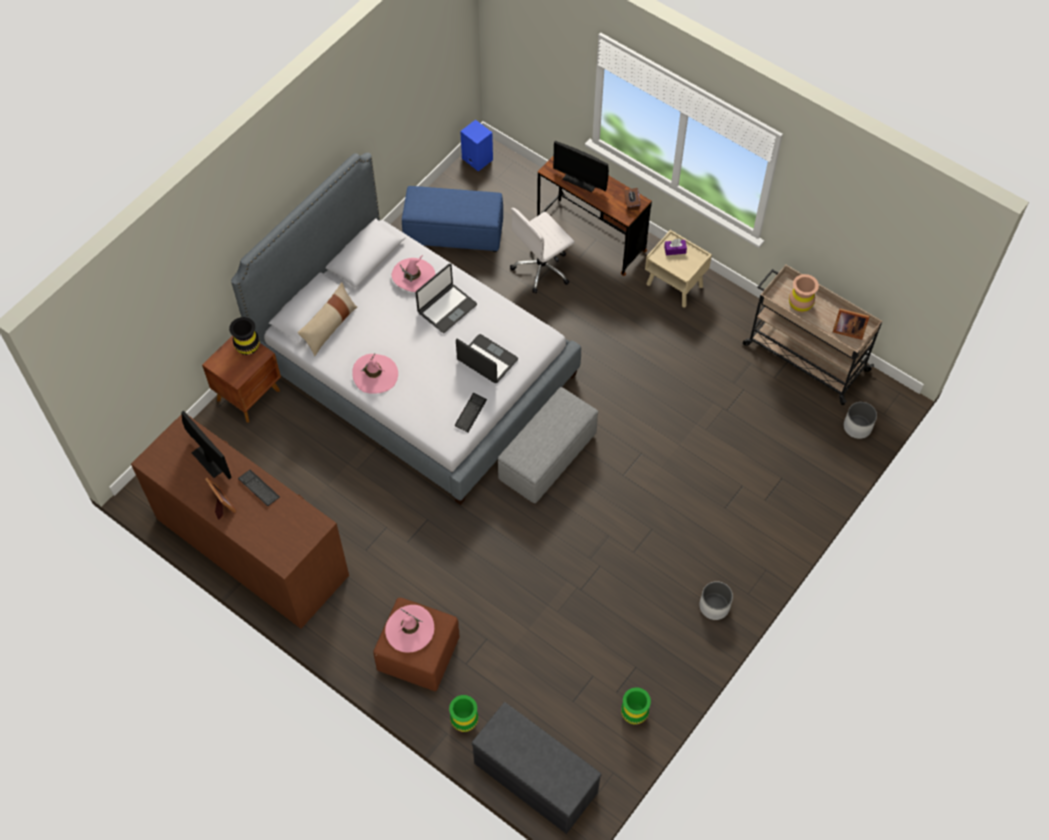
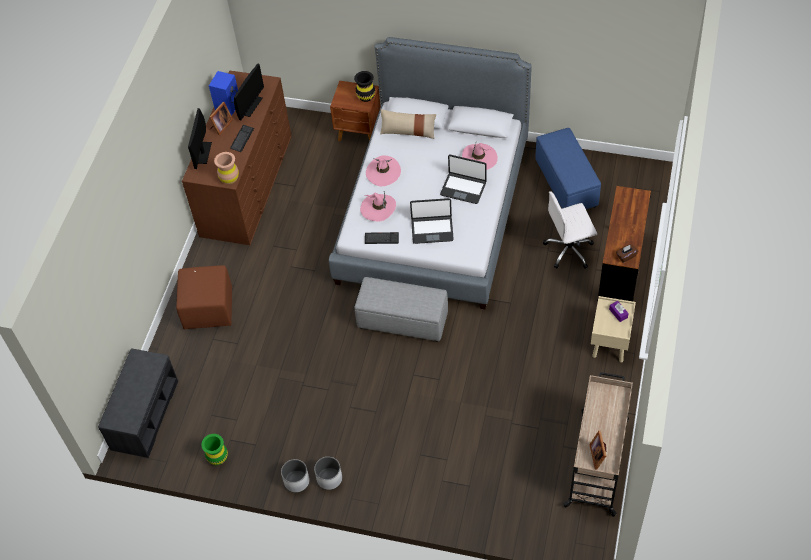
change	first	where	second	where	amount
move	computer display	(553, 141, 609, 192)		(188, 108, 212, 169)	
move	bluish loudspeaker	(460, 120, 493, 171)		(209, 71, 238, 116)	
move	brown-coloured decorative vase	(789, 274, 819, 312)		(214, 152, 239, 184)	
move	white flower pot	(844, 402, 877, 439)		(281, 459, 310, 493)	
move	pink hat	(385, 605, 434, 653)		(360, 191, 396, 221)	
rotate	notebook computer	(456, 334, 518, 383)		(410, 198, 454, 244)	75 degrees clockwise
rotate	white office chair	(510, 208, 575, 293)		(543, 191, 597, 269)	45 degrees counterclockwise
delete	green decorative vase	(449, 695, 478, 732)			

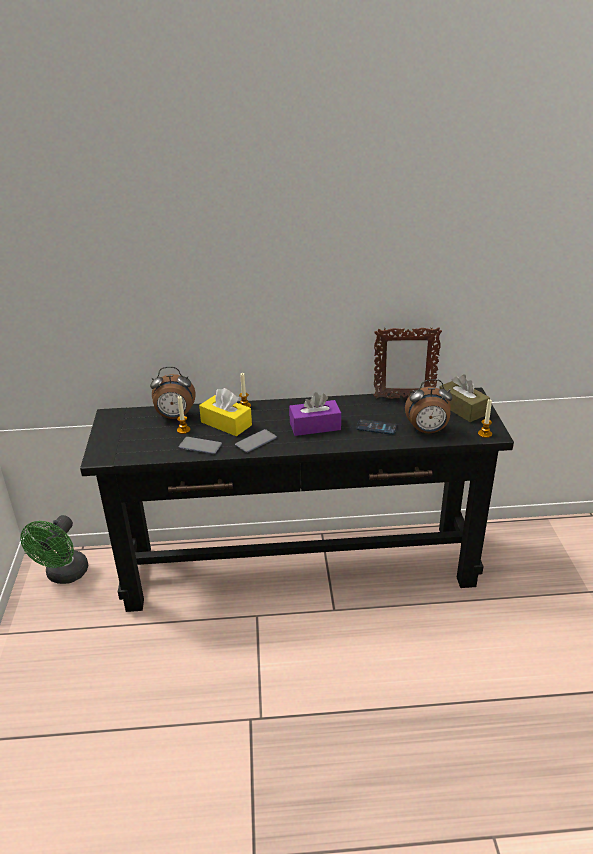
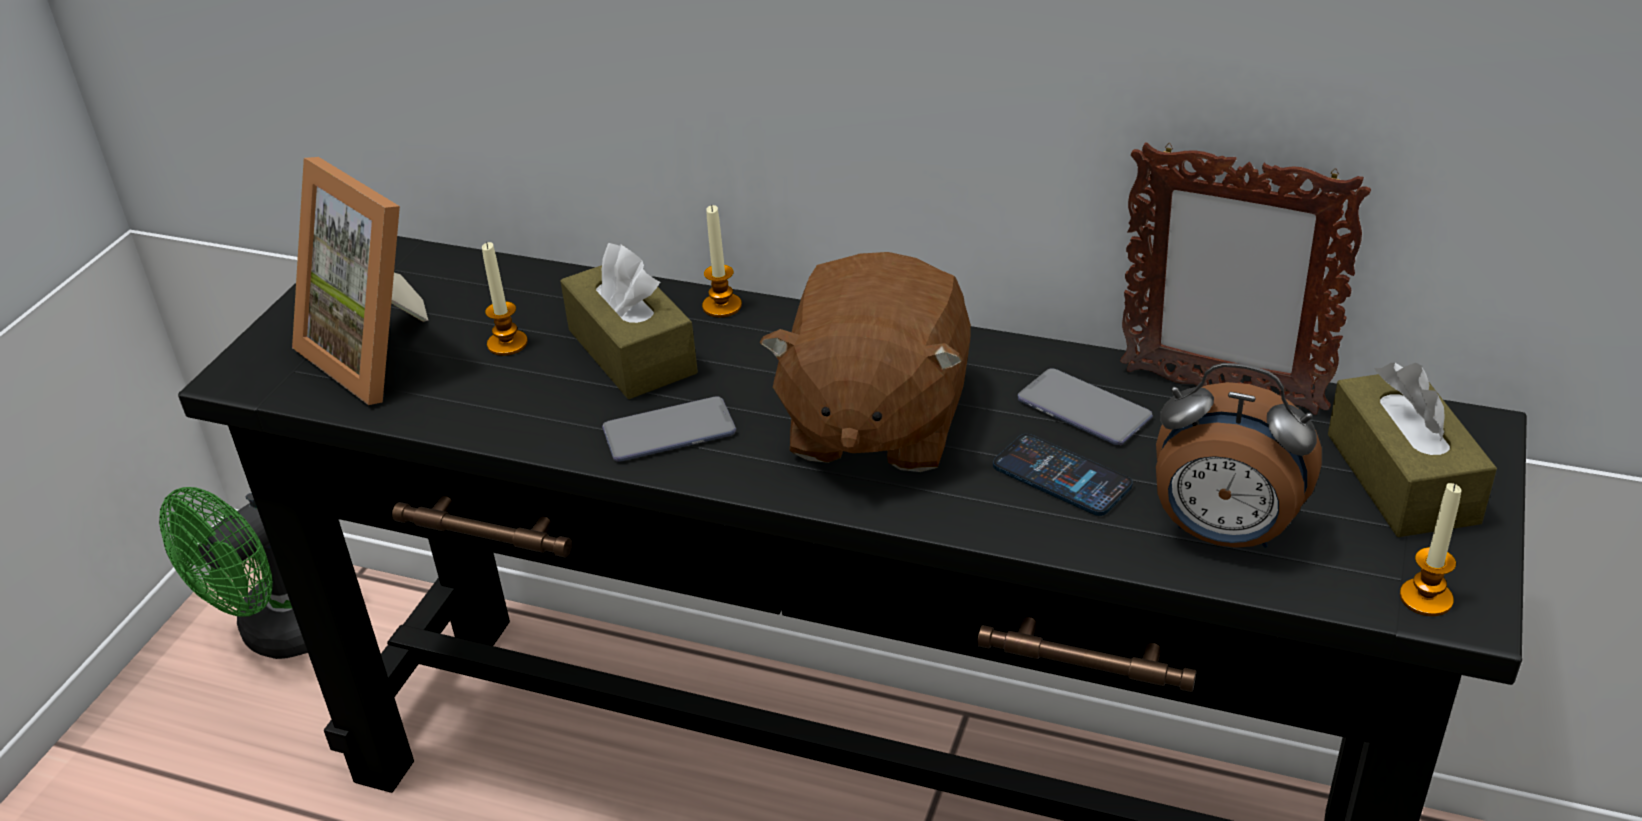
change	first	where	second	where	amount
insert			picture frame	(292, 157, 428, 405)	
recolor	yellow-coloured box of tissues	(199, 388, 252, 436)	brown-coloured box of tissues	(560, 243, 698, 399)	
replace	purple-coloured box of tissues	(289, 392, 341, 436)	brown-coloured plush toy	(759, 252, 971, 472)	
move	phone	(178, 437, 222, 454)		(1018, 368, 1153, 445)	
delete	table clock	(150, 367, 196, 419)			

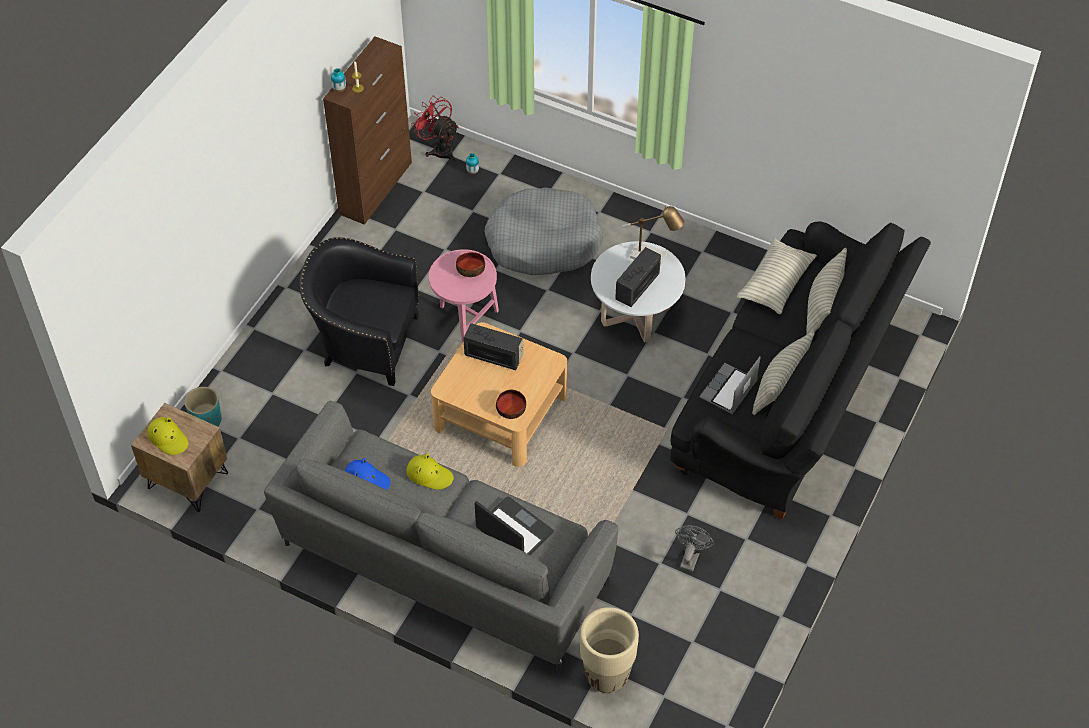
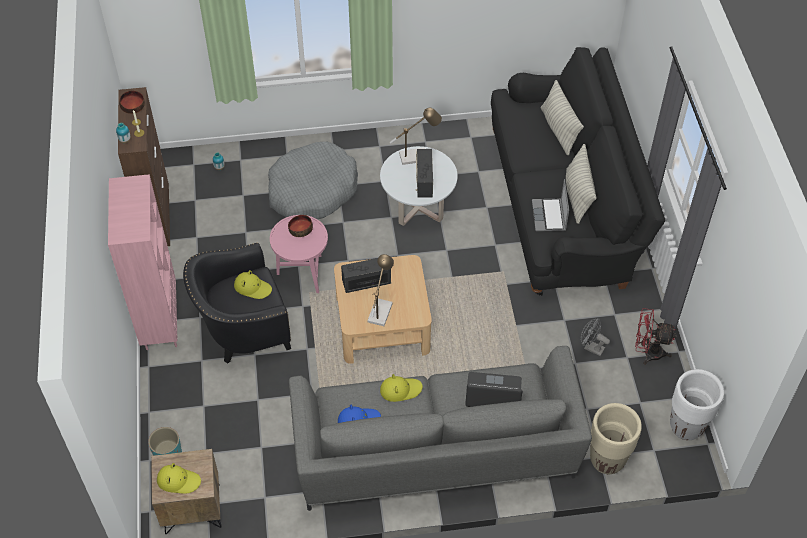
change	first	where	second	where	amount
insert			pink bookshelf	(108, 174, 177, 350)	
move	deep dish	(496, 390, 526, 419)		(119, 91, 145, 114)	
insert			yellow-coloured hat	(234, 270, 272, 299)	
insert			tabletop lamp	(368, 254, 394, 326)	
rotate	grey electric fan	(675, 525, 714, 572)		(581, 318, 610, 356)	45 degrees counterclockwise
move	red electric fan	(411, 96, 459, 162)		(635, 308, 677, 365)	
insert			white flower pot	(670, 369, 724, 440)	
delete	pillow	(736, 238, 817, 314)			

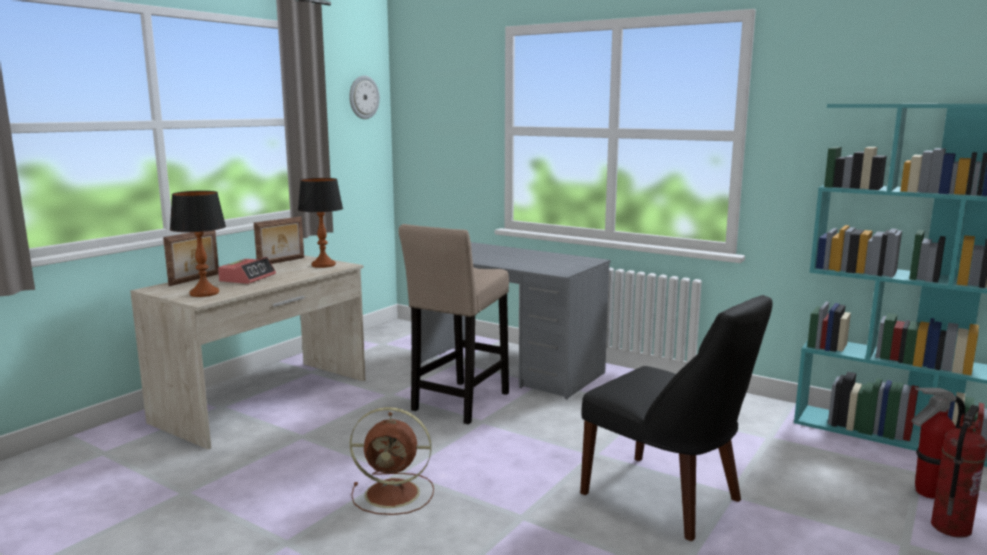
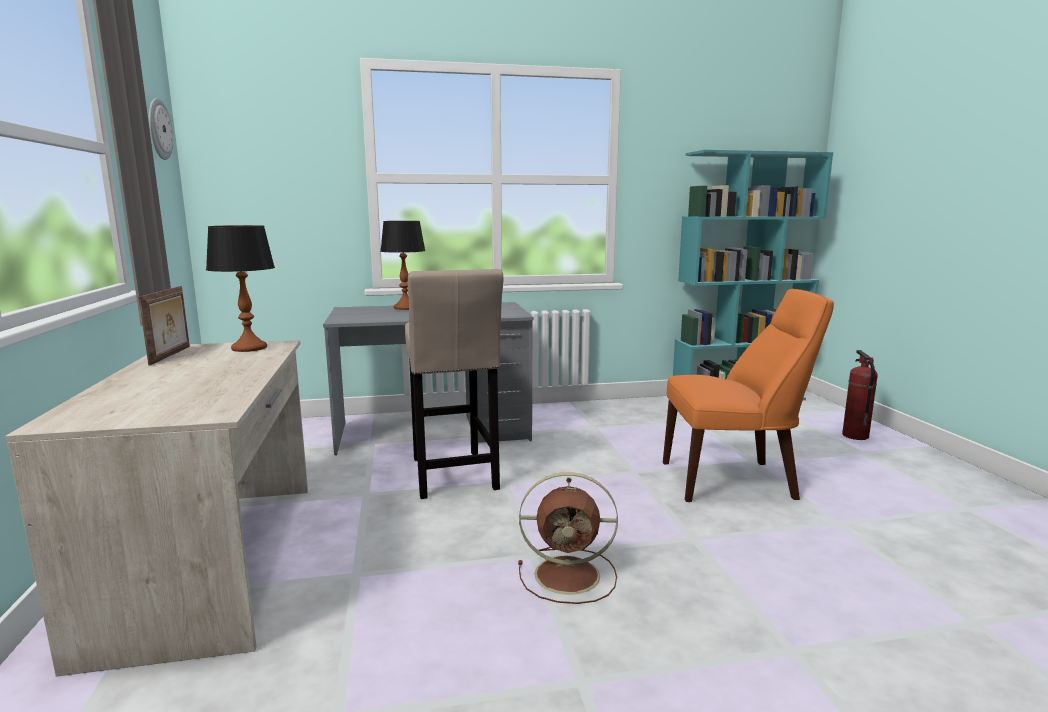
change	first	where	second	where	amount
move	tabletop lamp	(170, 191, 226, 297)		(380, 221, 425, 310)	
rotate	brown-coloured electric fan	(350, 407, 434, 515)		(518, 472, 618, 604)	45 degrees clockwise
recolor	black plain chair	(580, 295, 772, 541)	orange plain chair	(663, 289, 834, 502)	
delete	picture frame	(163, 230, 219, 286)			
delete	table clock	(218, 257, 276, 284)			
delete	extinguisher	(911, 387, 965, 499)			

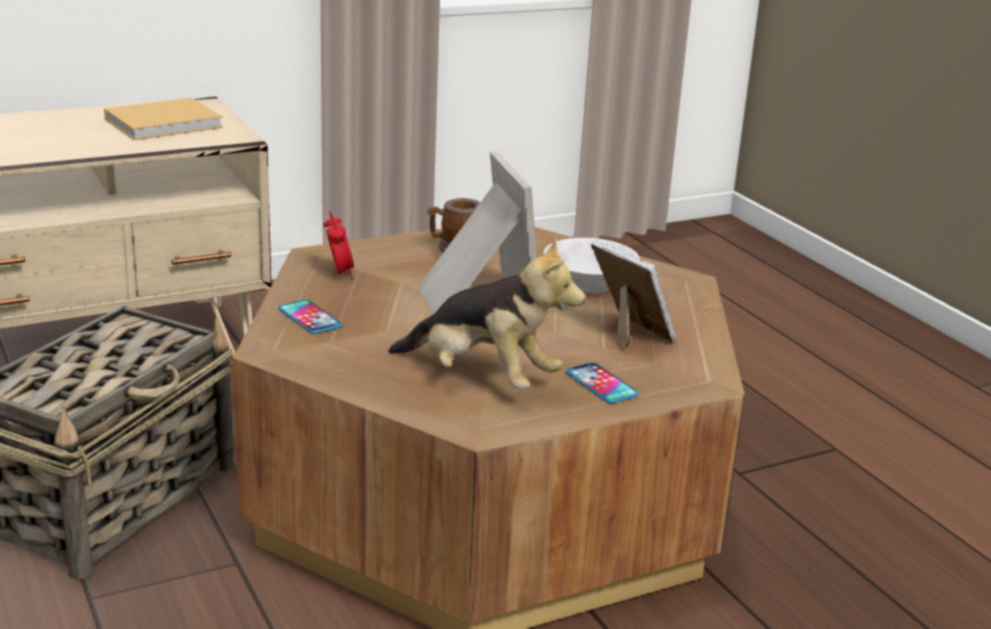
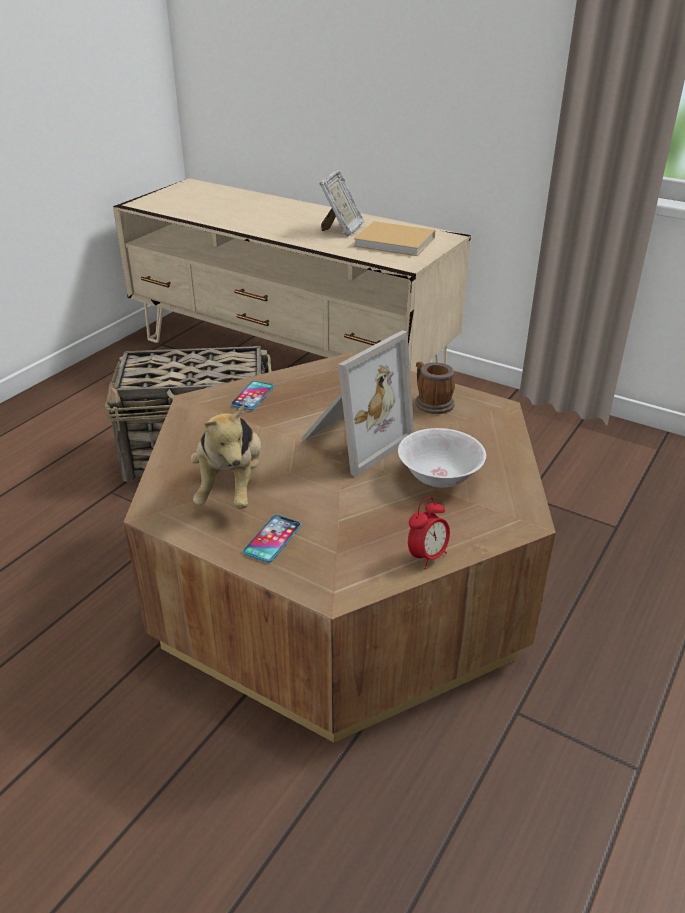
change	first	where	second	where	amount
move	picture frame	(591, 240, 676, 351)		(319, 170, 364, 236)	
move	table clock	(323, 211, 354, 279)		(408, 497, 450, 569)	

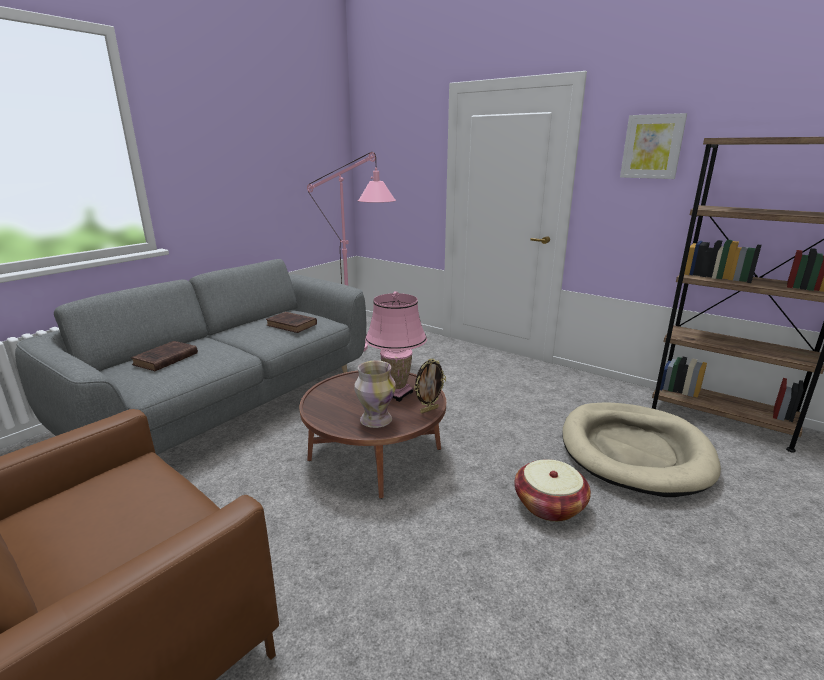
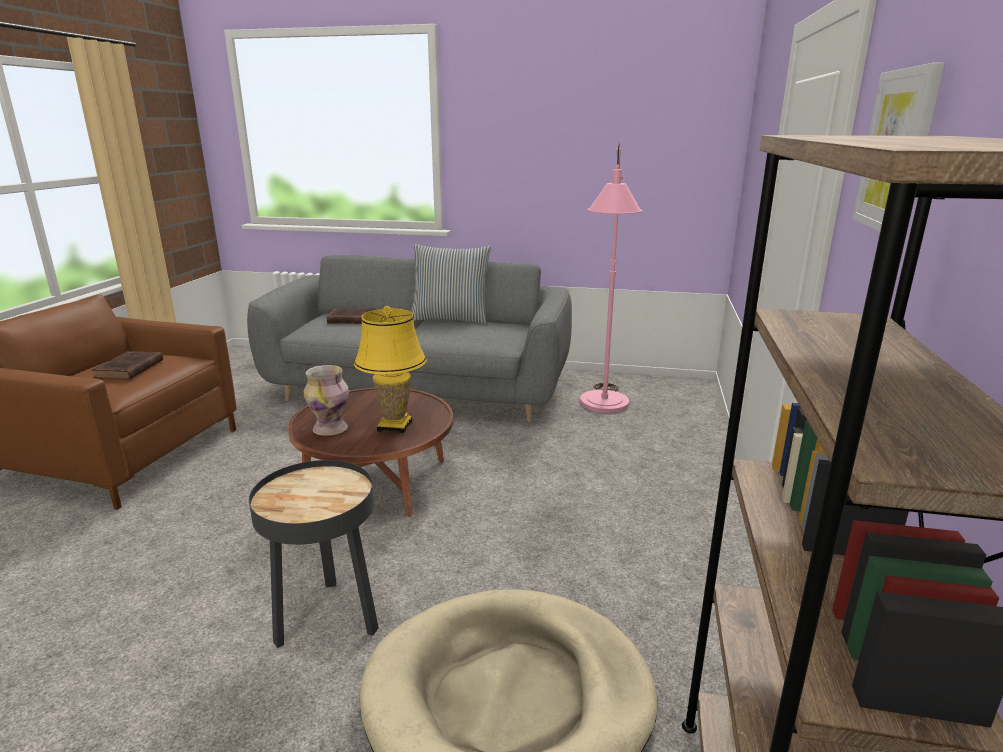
change	first	where	second	where	amount
move	brown-coloured volume	(266, 312, 317, 333)		(92, 351, 163, 380)	
replace	basket	(514, 459, 591, 522)	black side table	(249, 460, 379, 648)	
recolor	pink tabletop lamp	(365, 291, 427, 402)	yellow-coloured tabletop lamp	(354, 306, 427, 433)	
insert			pillow	(411, 244, 491, 325)	
delete	picture frame	(414, 358, 446, 413)			

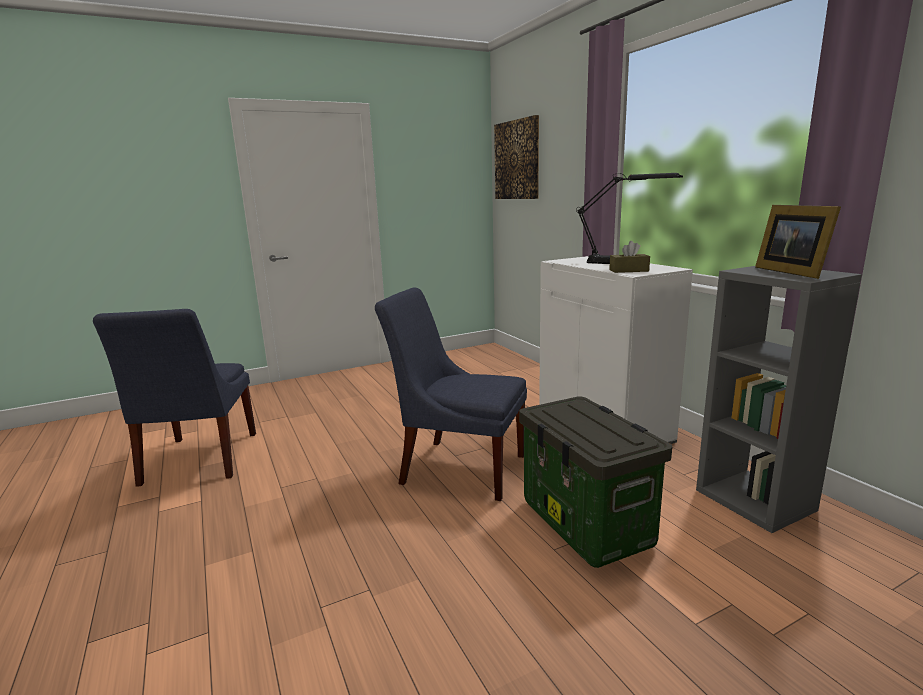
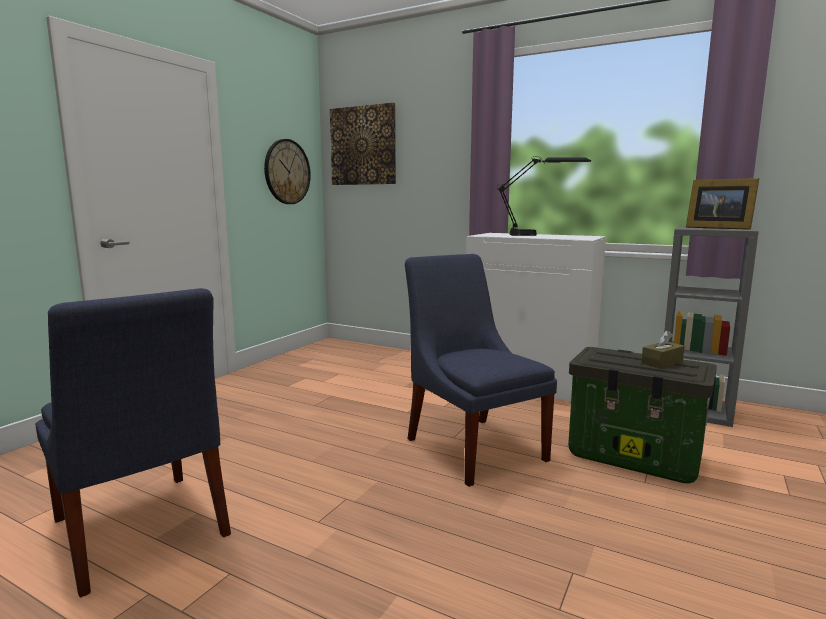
change	first	where	second	where	amount
insert			wall clock	(264, 139, 311, 204)	
rotate	bluish plain chair	(375, 288, 527, 501)		(405, 254, 557, 487)	75 degrees clockwise
move	brown-coloured box of tissues	(609, 241, 650, 273)		(641, 330, 685, 369)	

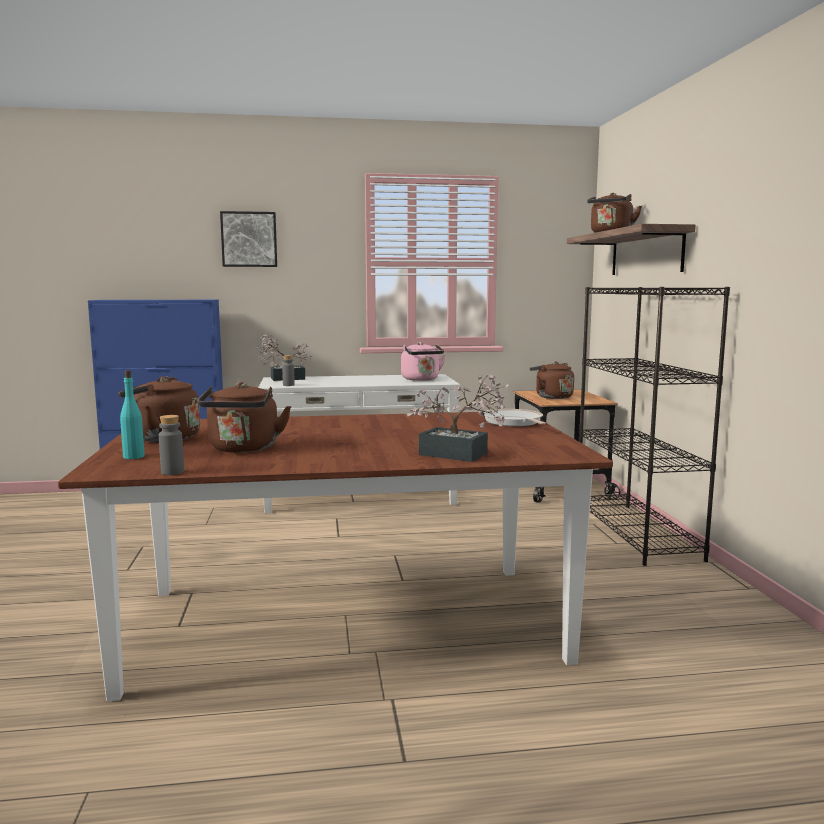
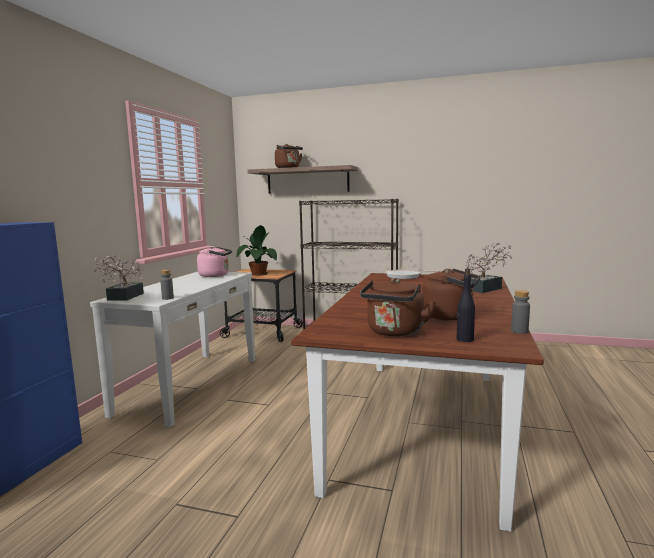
change	first	where	second	where	amount
replace	brown-coloured kettle	(530, 362, 574, 399)	plant in a pot	(236, 225, 277, 276)	
recolor	turquoise beverage bottle	(120, 370, 145, 459)	black beverage bottle	(456, 268, 475, 342)	
delete	picture	(220, 211, 277, 267)			

